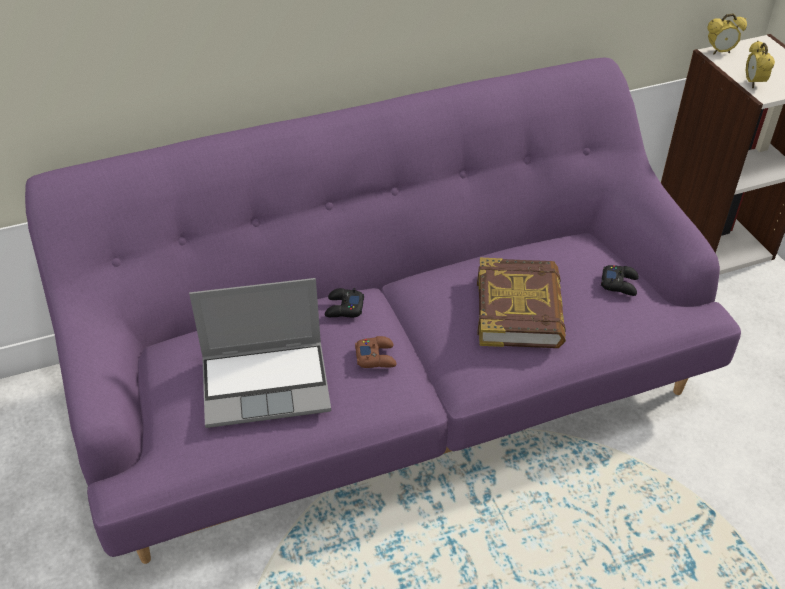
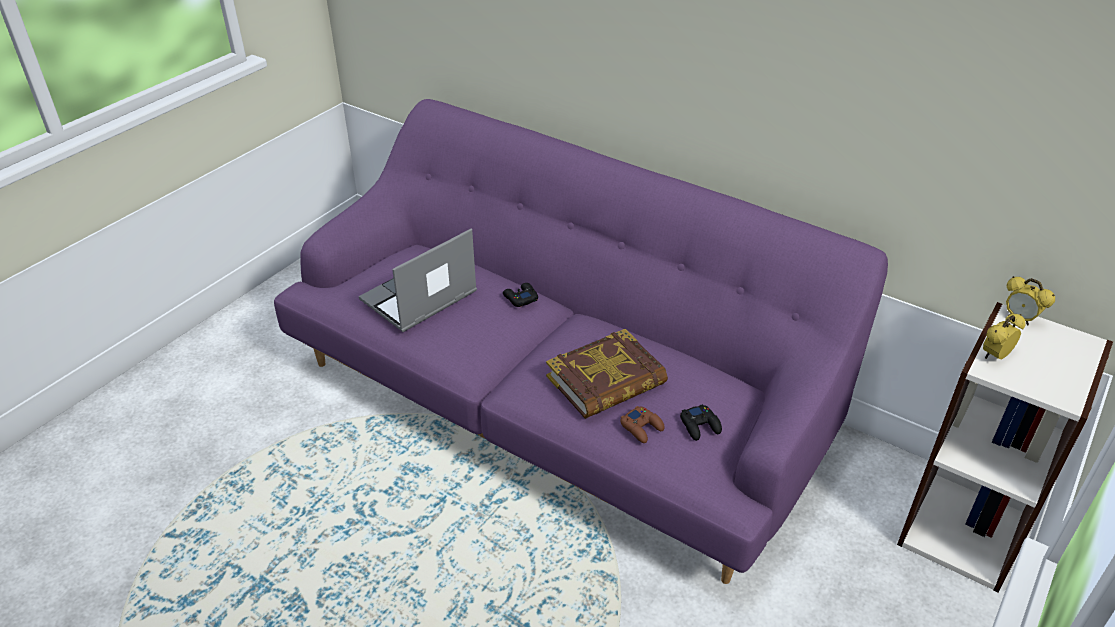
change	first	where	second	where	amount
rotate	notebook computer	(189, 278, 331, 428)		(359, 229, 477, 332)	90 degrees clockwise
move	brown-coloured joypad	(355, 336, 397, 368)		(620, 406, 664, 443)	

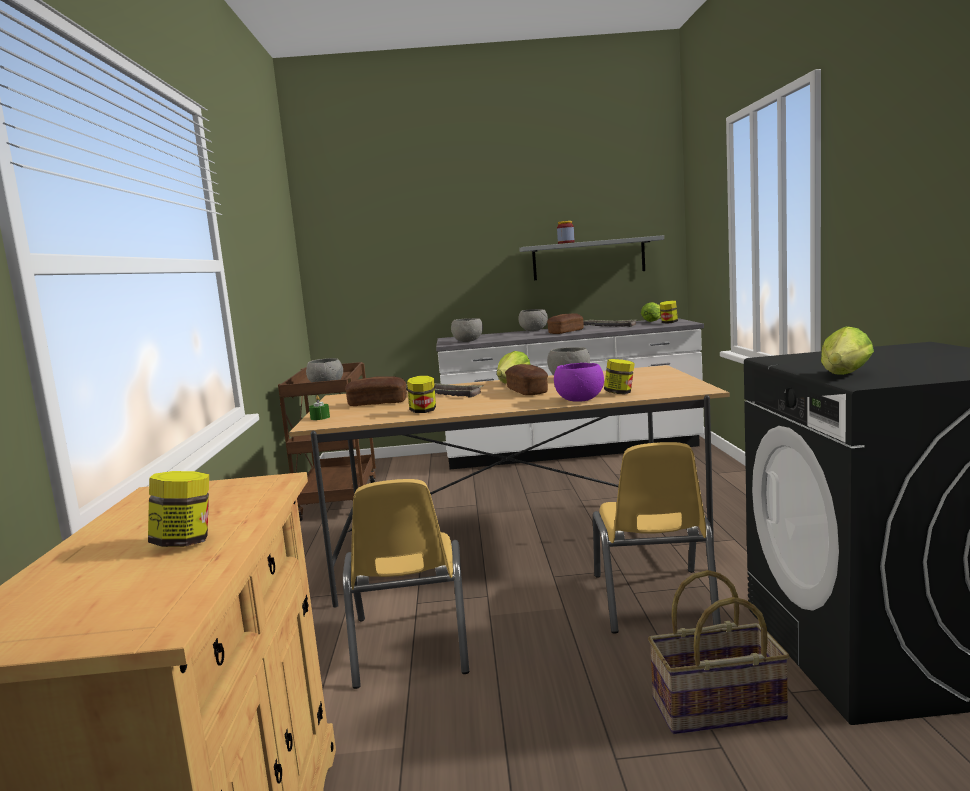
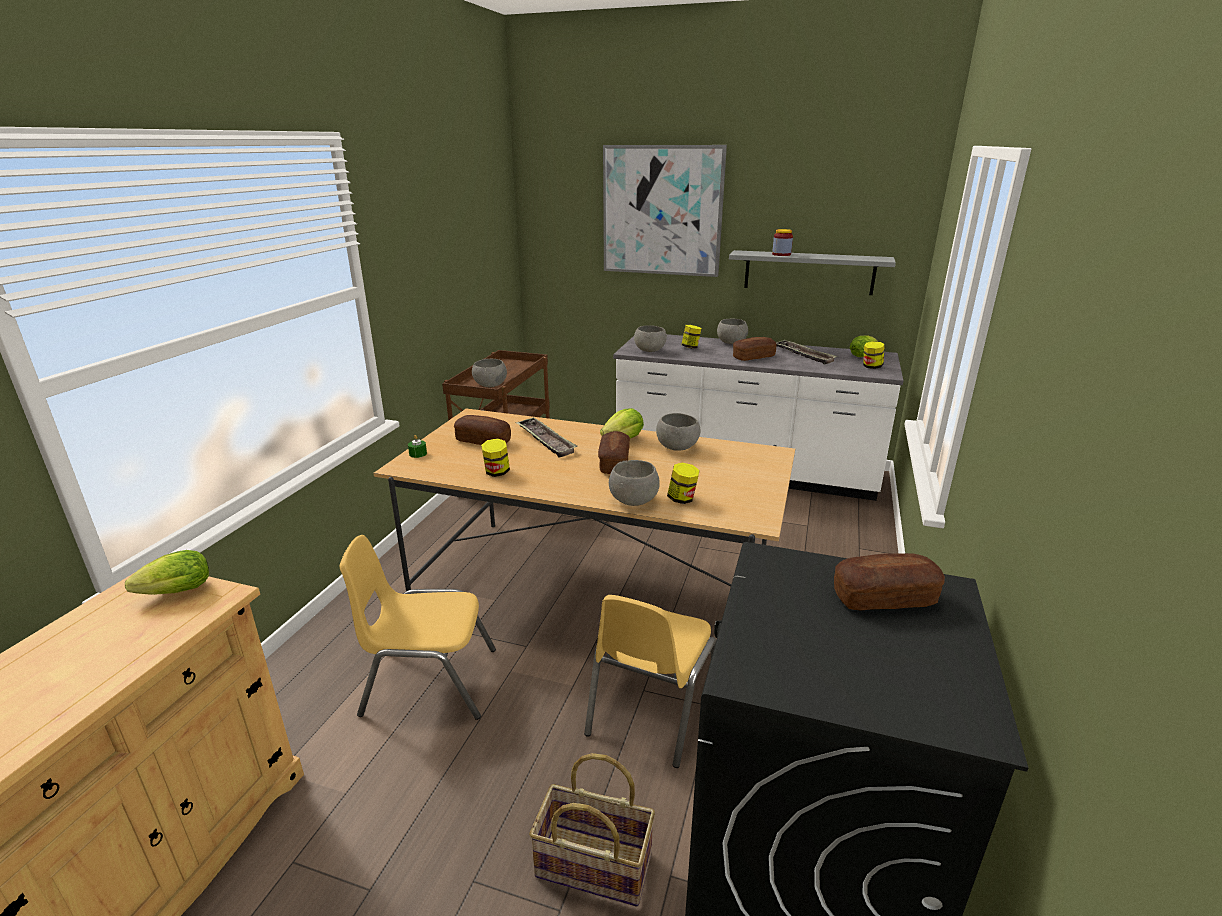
change	first	where	second	where	amount
move	lettuce head	(821, 326, 874, 375)		(125, 550, 209, 595)	
rotate	yellow-coloured plain chair	(343, 479, 469, 689)		(339, 535, 496, 720)	75 degrees clockwise
insert			picture	(603, 145, 727, 277)	
recolor	purple-coloured deep dish	(554, 363, 604, 402)	grey deep dish	(609, 460, 660, 506)	
move	jar	(148, 471, 209, 547)		(682, 325, 701, 348)	
insert			bread	(834, 553, 945, 611)	

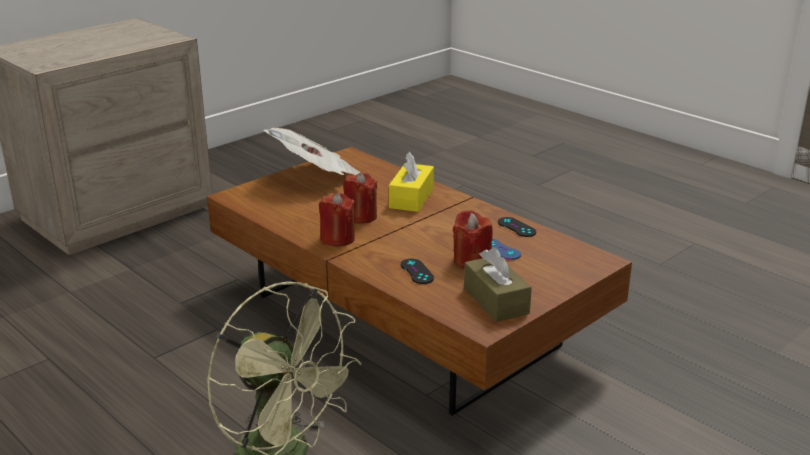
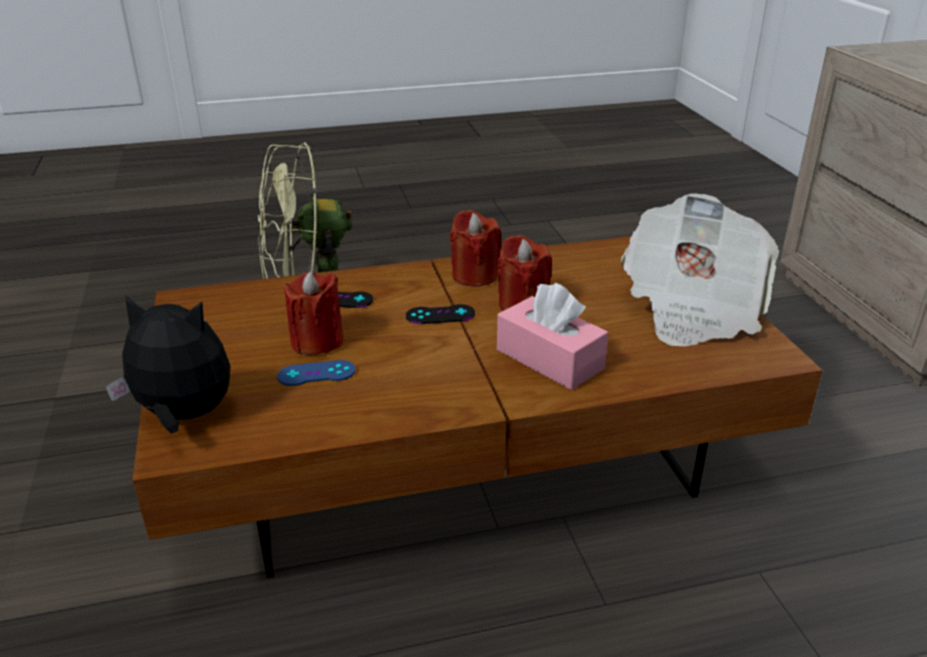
change	first	where	second	where	amount
insert			plush toy	(105, 295, 230, 434)	
move	black joypad	(498, 217, 536, 237)		(406, 304, 475, 324)	
recolor	yellow-coloured box of tissues	(389, 152, 434, 212)	pink box of tissues	(497, 283, 609, 390)	
delete	brown-coloured box of tissues	(464, 247, 532, 322)			

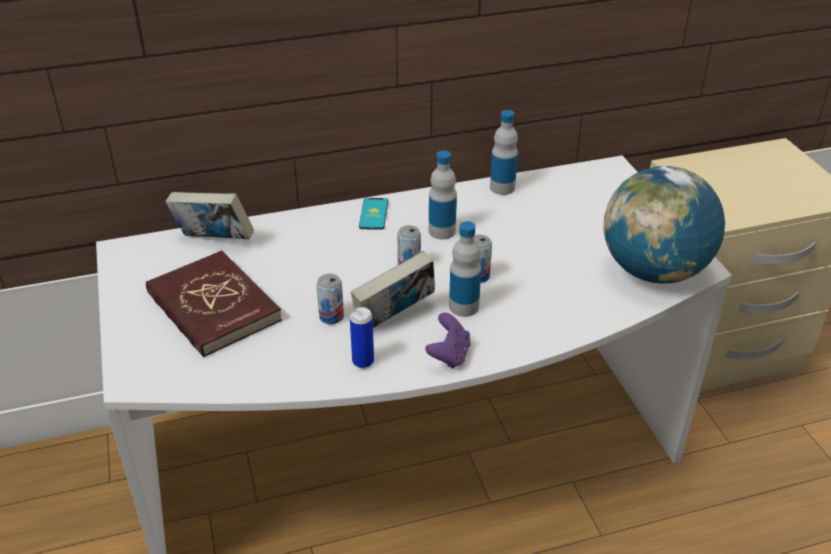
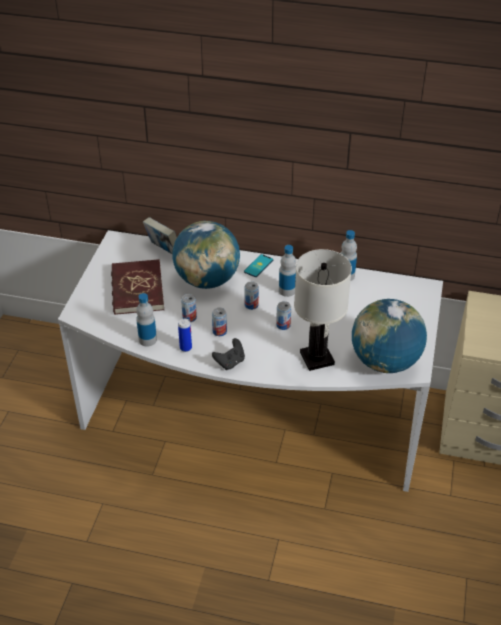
change	first	where	second	where	amount
move	beverage bottle	(449, 221, 481, 317)		(136, 293, 157, 347)	
insert			globe	(172, 221, 240, 289)	
replace	volume	(351, 251, 435, 328)	can	(212, 307, 227, 336)	
recolor	purple-coloured joypad	(425, 313, 471, 369)	black joypad	(212, 338, 245, 370)	
insert			white tabletop lamp	(294, 249, 352, 371)	

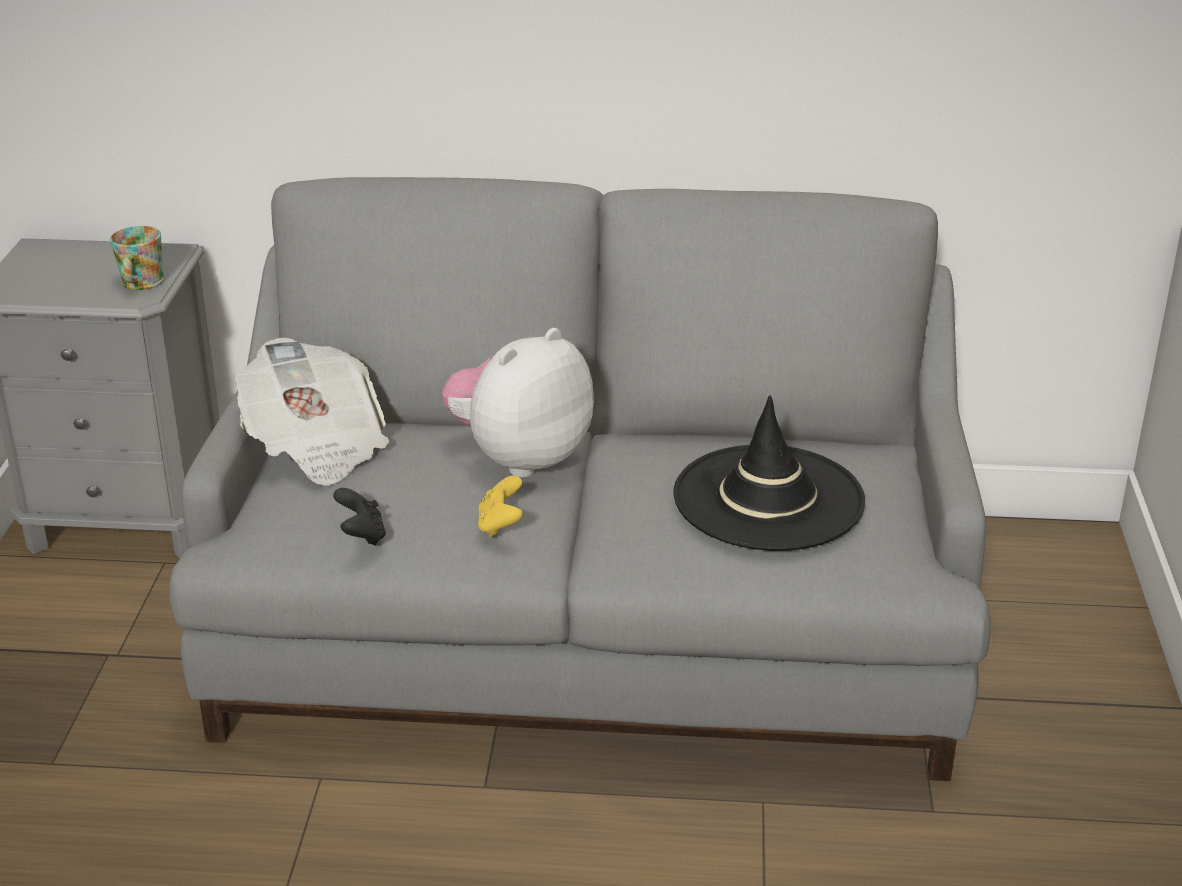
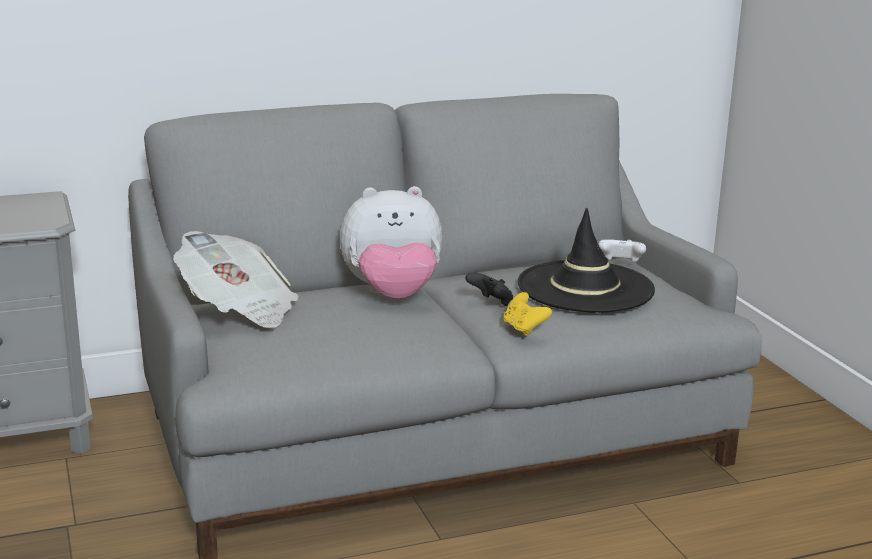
change	first	where	second	where	amount
rotate	plush toy	(441, 328, 594, 477)		(340, 186, 442, 300)	120 degrees counterclockwise
move	black joypad	(333, 488, 386, 545)		(465, 272, 513, 306)	
move	yellow-coloured joypad	(478, 475, 523, 537)		(503, 292, 552, 336)	
insert			white joypad	(598, 239, 646, 263)	
delete	mug	(110, 226, 165, 290)			

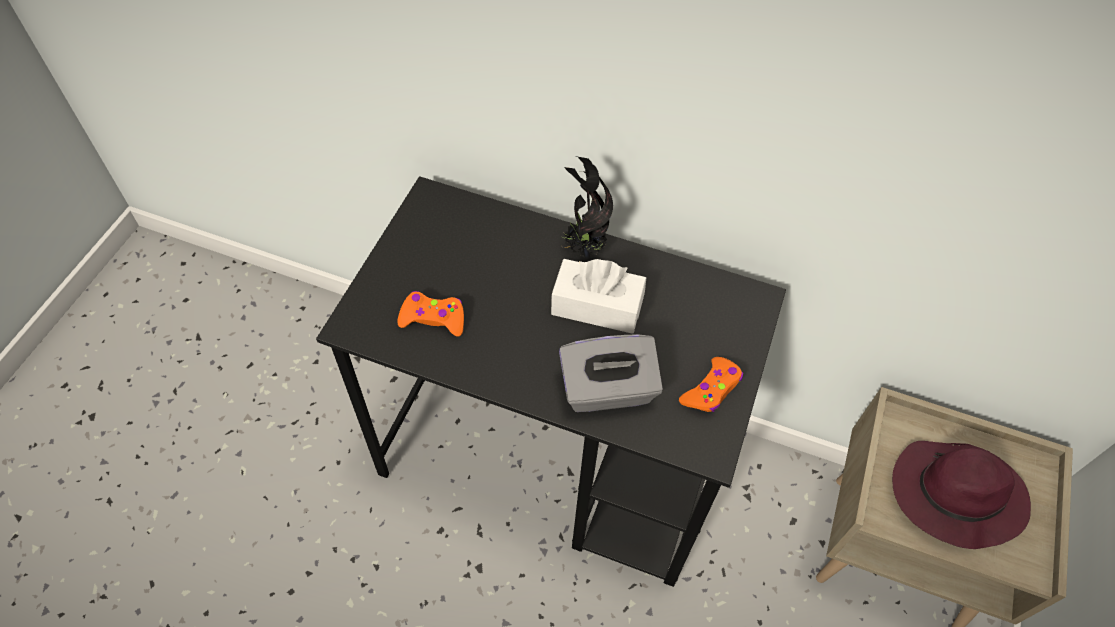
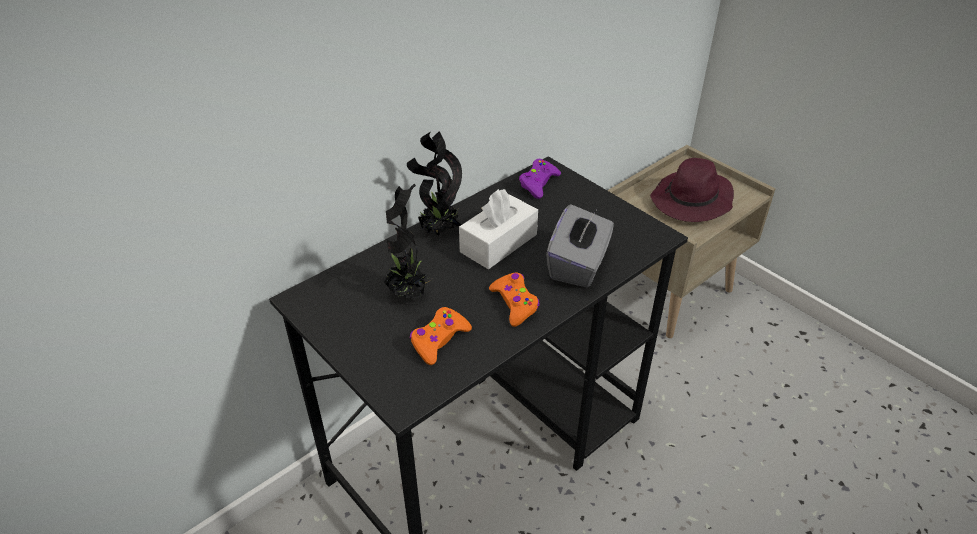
change	first	where	second	where	amount
insert			plant in a pot	(383, 183, 432, 300)	
move	orange joypad	(679, 357, 743, 412)		(489, 273, 540, 327)	
insert			purple-coloured joypad	(519, 159, 561, 199)	

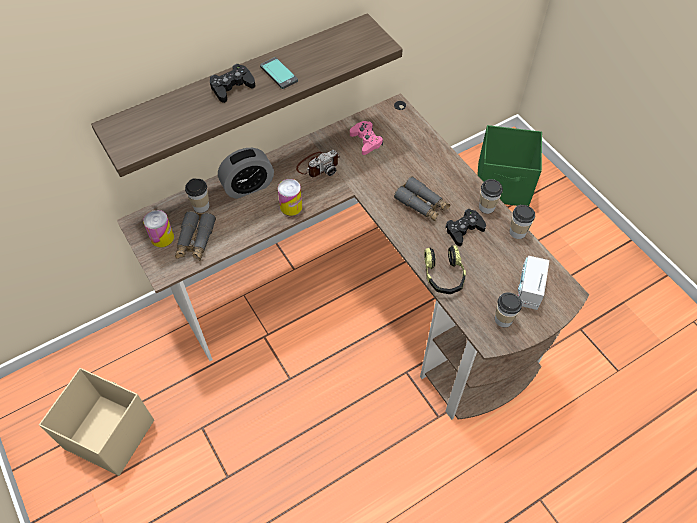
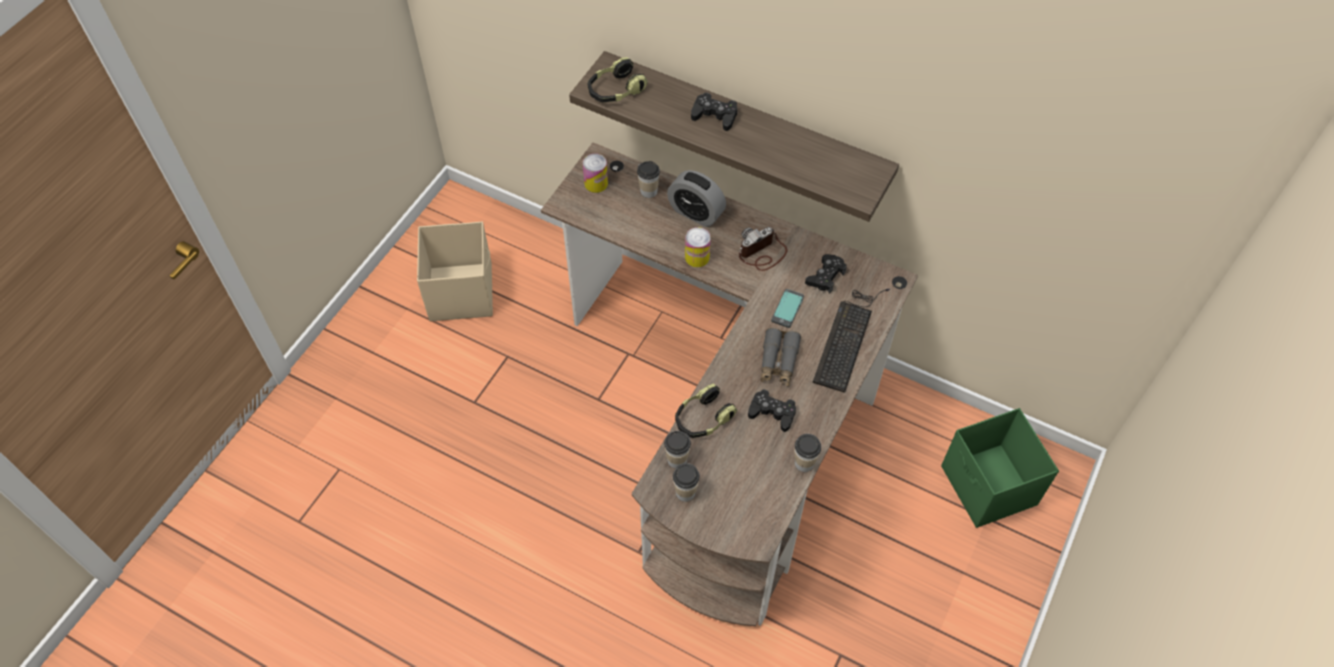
change	first	where	second	where	amount
insert			headphones	(587, 57, 648, 102)	
move	cup	(479, 179, 503, 214)		(664, 431, 691, 468)	
rotate	photo camera	(296, 150, 340, 177)		(738, 227, 788, 271)	120 degrees clockwise
move	phone	(260, 57, 298, 89)		(771, 289, 804, 328)	
recolor	pink joypad	(350, 121, 383, 155)	black joypad	(805, 254, 847, 293)	
insert			computer keyboard	(813, 289, 890, 393)	
delete	grey binoculars	(175, 211, 216, 261)			
delete	radio	(518, 256, 549, 310)			

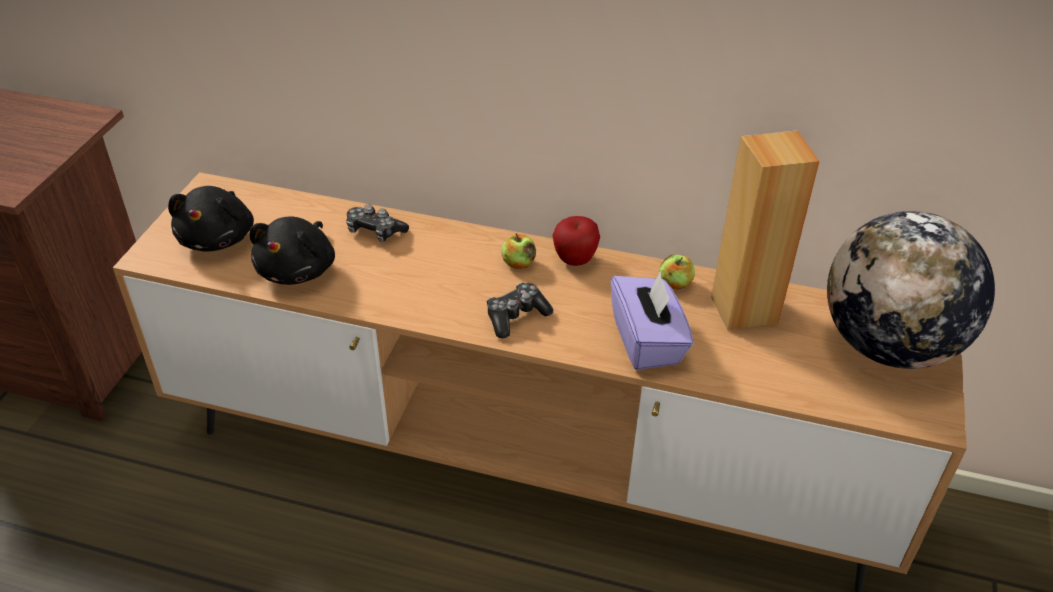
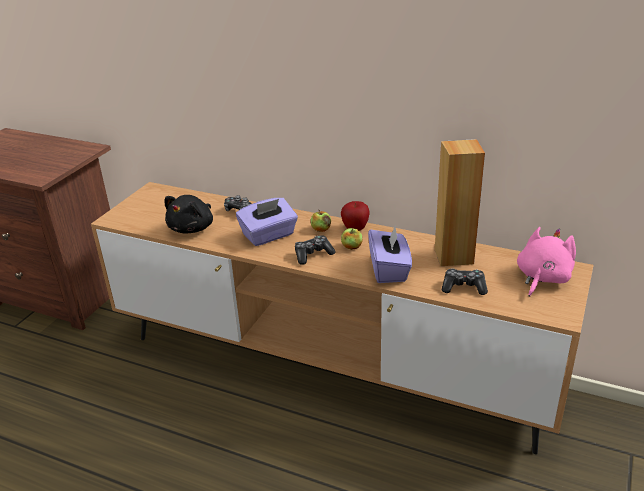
change	first	where	second	where	amount
insert			purple-coloured box of tissues	(236, 198, 298, 246)	
move	apple fruit	(659, 255, 695, 290)		(341, 228, 362, 250)	
insert			joypad	(442, 268, 488, 295)	
replace	globe	(827, 211, 995, 369)	pink plush toy	(517, 227, 576, 297)	
delete	black plush toy	(168, 186, 254, 252)			

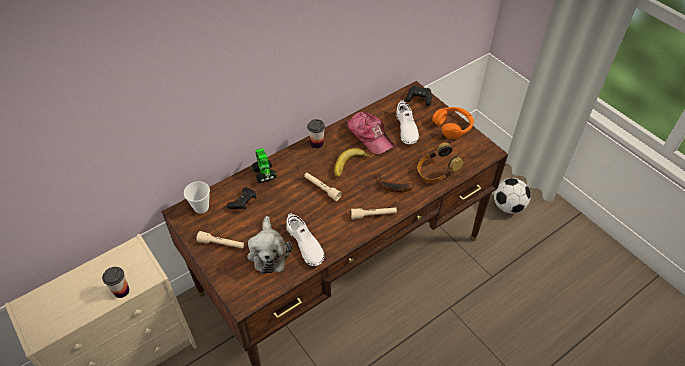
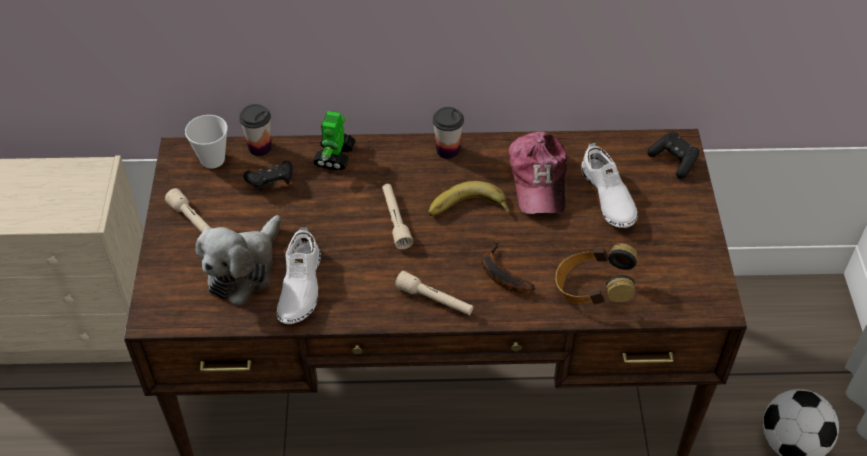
change	first	where	second	where	amount
move	cup	(102, 267, 129, 298)		(239, 104, 272, 156)	
rotate	white shoe	(396, 99, 419, 144)		(581, 141, 638, 228)	45 degrees counterclockwise
delete	orange headphones	(432, 107, 474, 139)			

